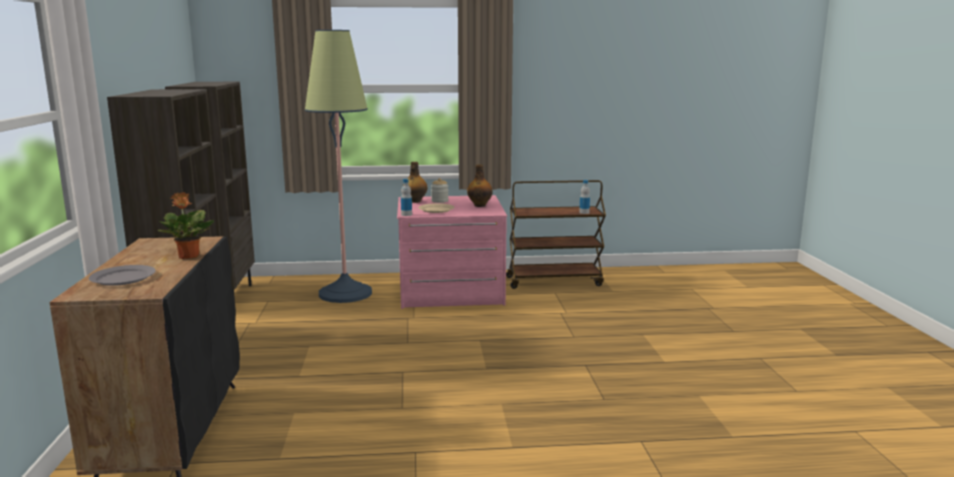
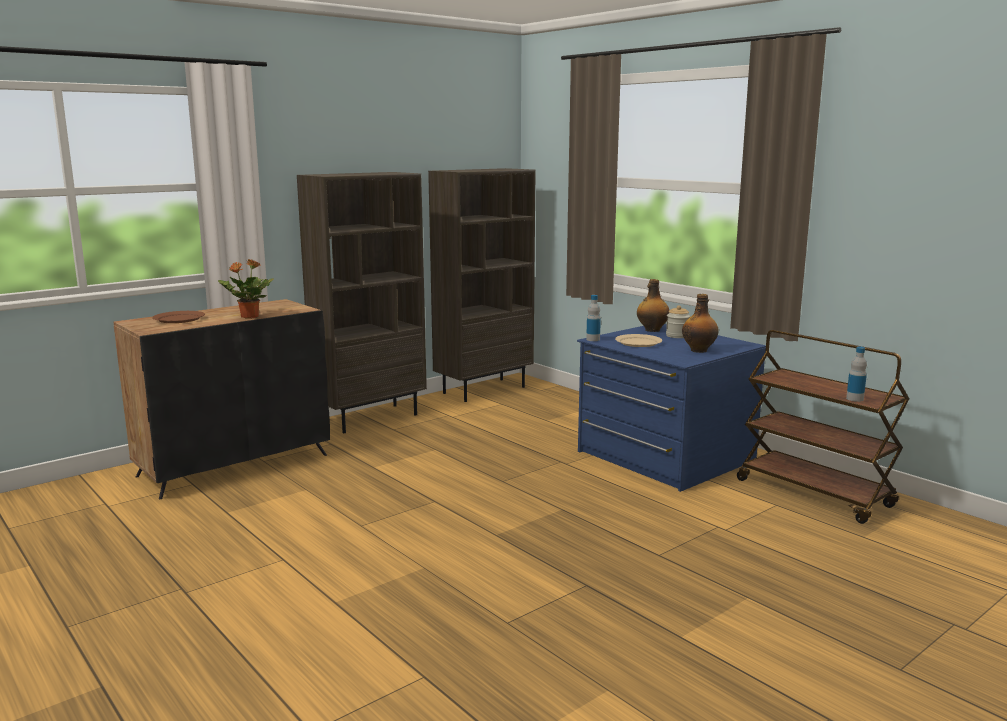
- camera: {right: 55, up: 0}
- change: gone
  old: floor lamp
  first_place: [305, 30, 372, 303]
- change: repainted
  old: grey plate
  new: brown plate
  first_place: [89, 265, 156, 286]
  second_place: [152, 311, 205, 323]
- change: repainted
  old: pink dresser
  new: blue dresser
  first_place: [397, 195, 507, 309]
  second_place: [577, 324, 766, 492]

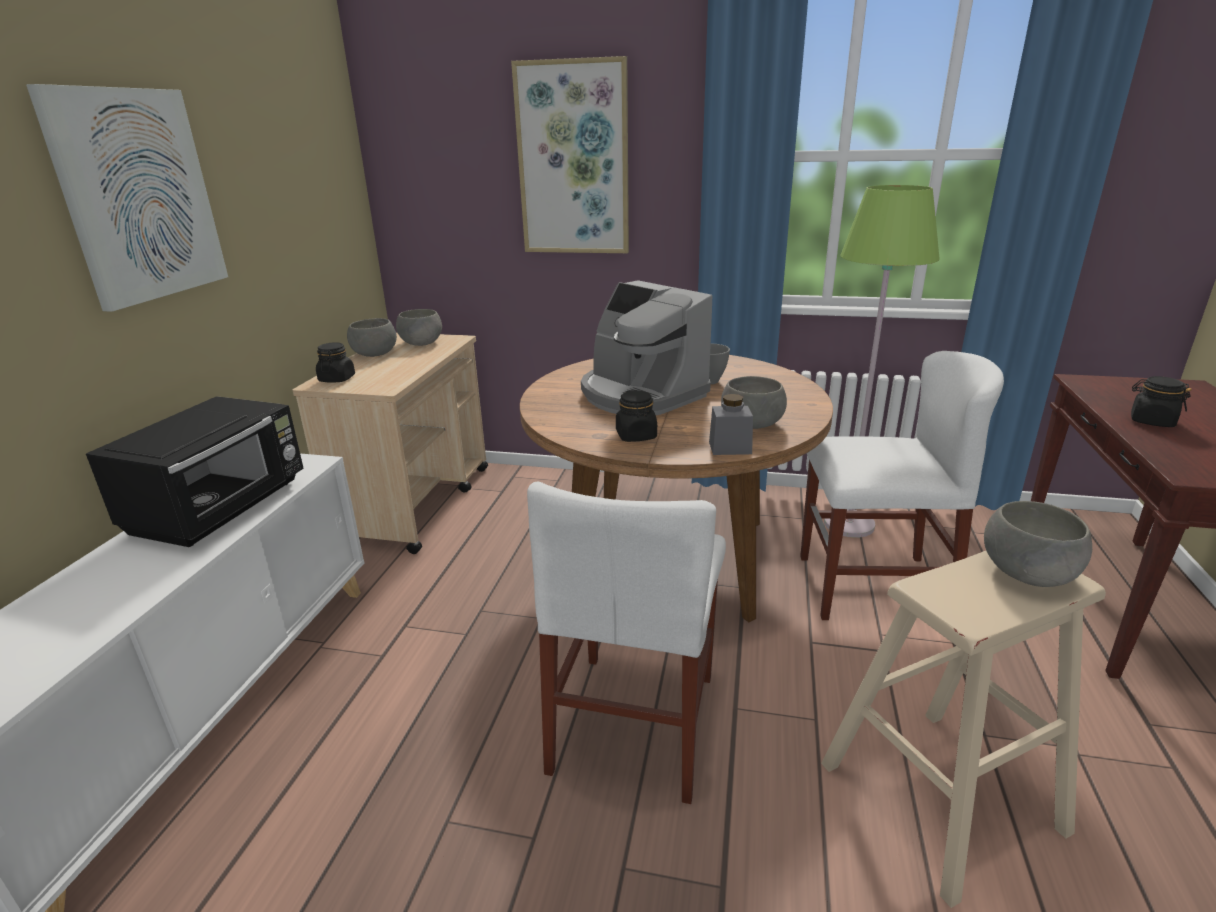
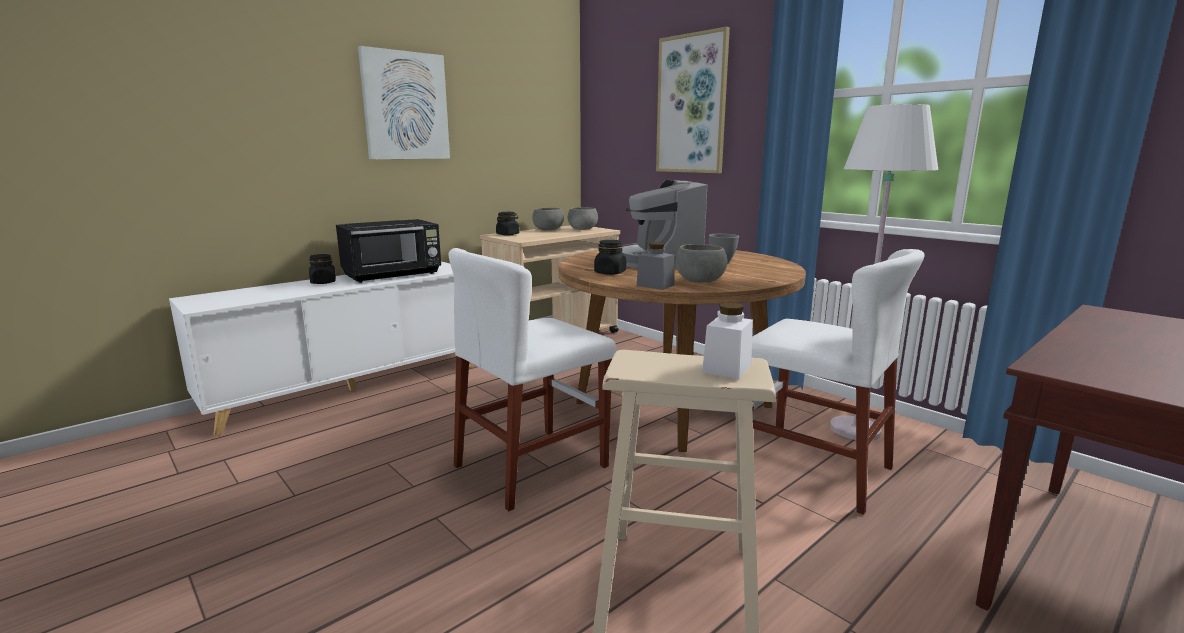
- camera: {right: 35, up: -10}
- change: shifted
  old: black jar
  first_place: [1131, 376, 1192, 427]
  second_place: [309, 254, 336, 284]
- change: swapped
  old: grey bowl
  new: white jar
  first_place: [984, 501, 1092, 587]
  second_place: [702, 302, 753, 379]
- change: repainted
  old: green floor lamp
  new: white floor lamp
  first_place: [824, 185, 940, 538]
  second_place: [830, 104, 938, 440]

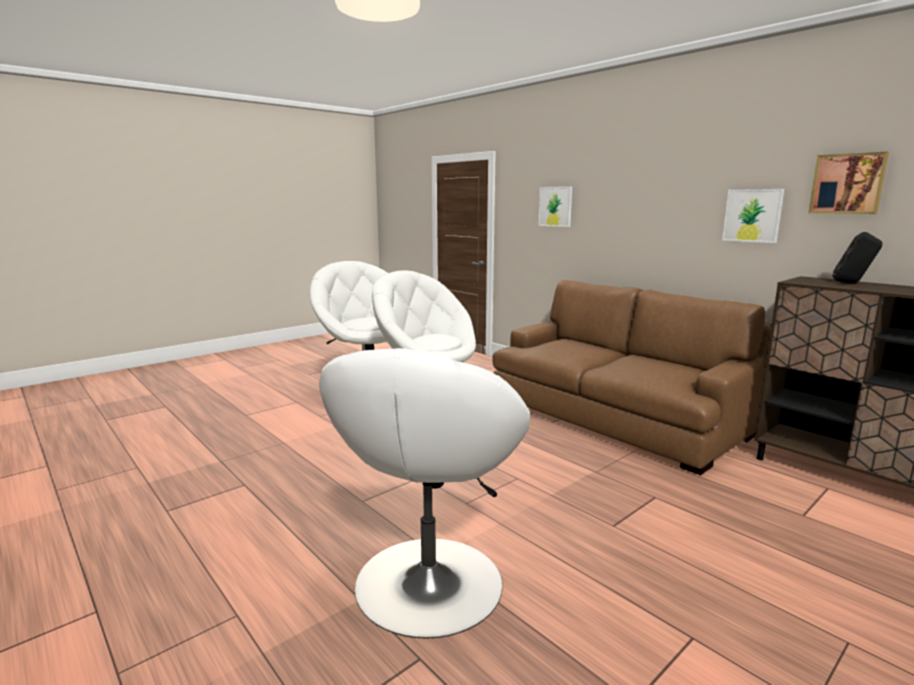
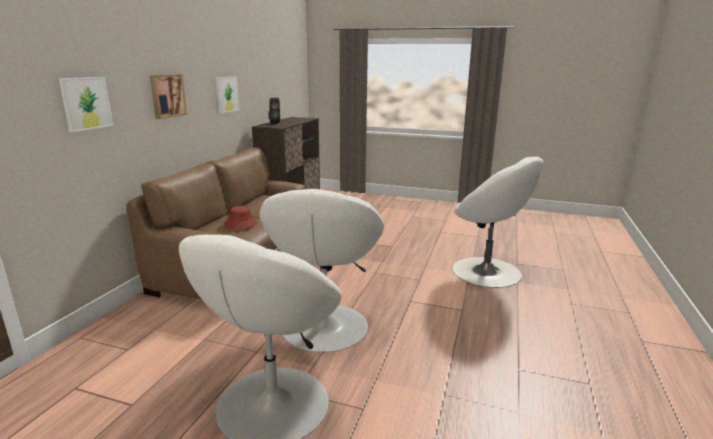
- camera: {right: -120, up: 5}
- change: new
  new: red hat
  second_place: [224, 206, 257, 229]
- change: shifted
  old: picture
  first_place: [808, 152, 889, 214]
  second_place: [149, 74, 187, 119]
- change: rotated
  old: white armchair
  first_place: [319, 348, 531, 639]
  second_place: [453, 157, 544, 288]
  degrees: 60

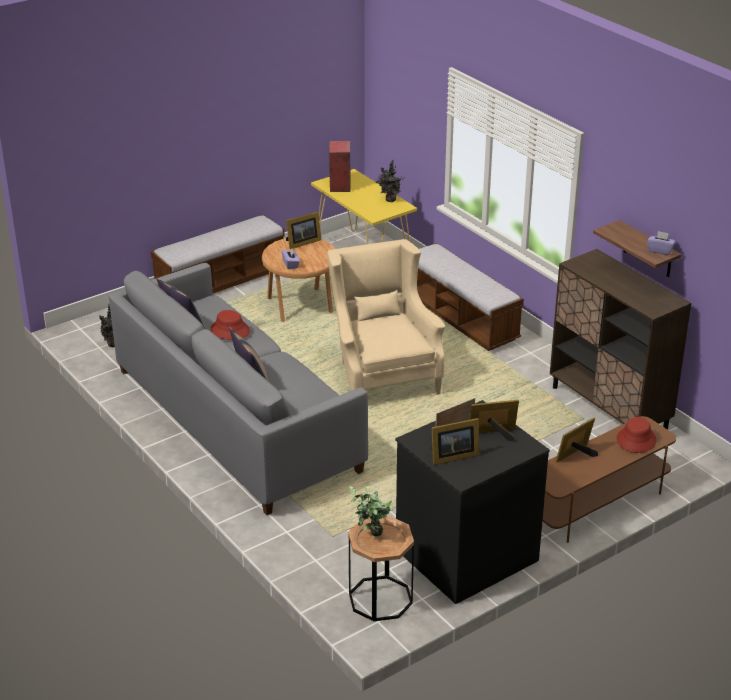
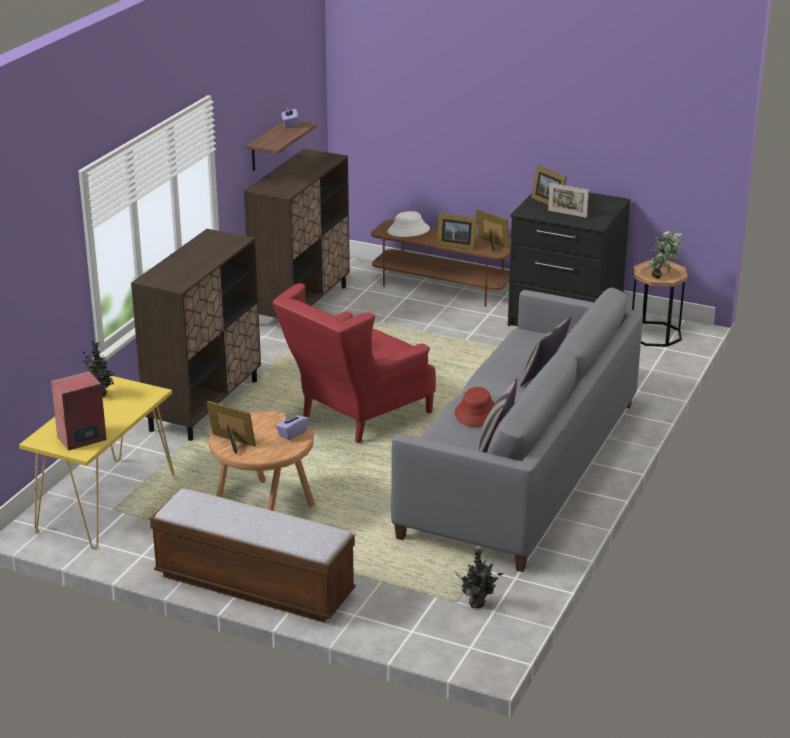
- camera: {right: -120, up: -5}
- change: shifted
  old: picture frame
  first_place: [432, 418, 479, 465]
  second_place: [476, 210, 510, 251]
- change: swapped
  old: bench
  new: brown cabinet
  first_place: [417, 243, 524, 351]
  second_place: [131, 229, 261, 441]
- change: repainted
  old: beige armchair
  new: red armchair
  first_place: [328, 239, 446, 395]
  second_place: [273, 283, 436, 443]
- change: repainted
  old: red hat
  new: white hat
  first_place: [617, 417, 657, 453]
  second_place: [388, 211, 430, 237]

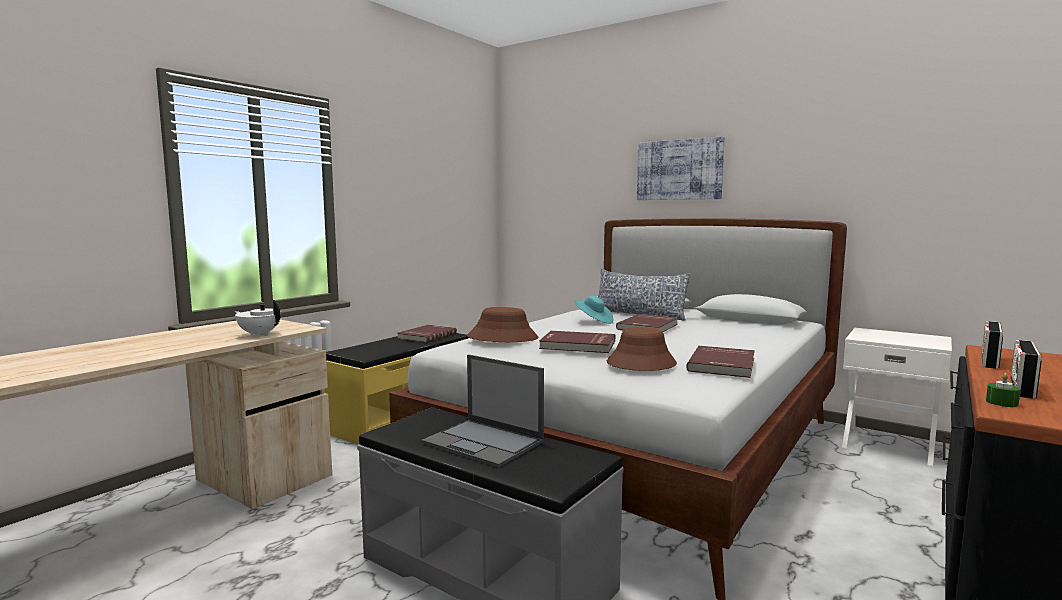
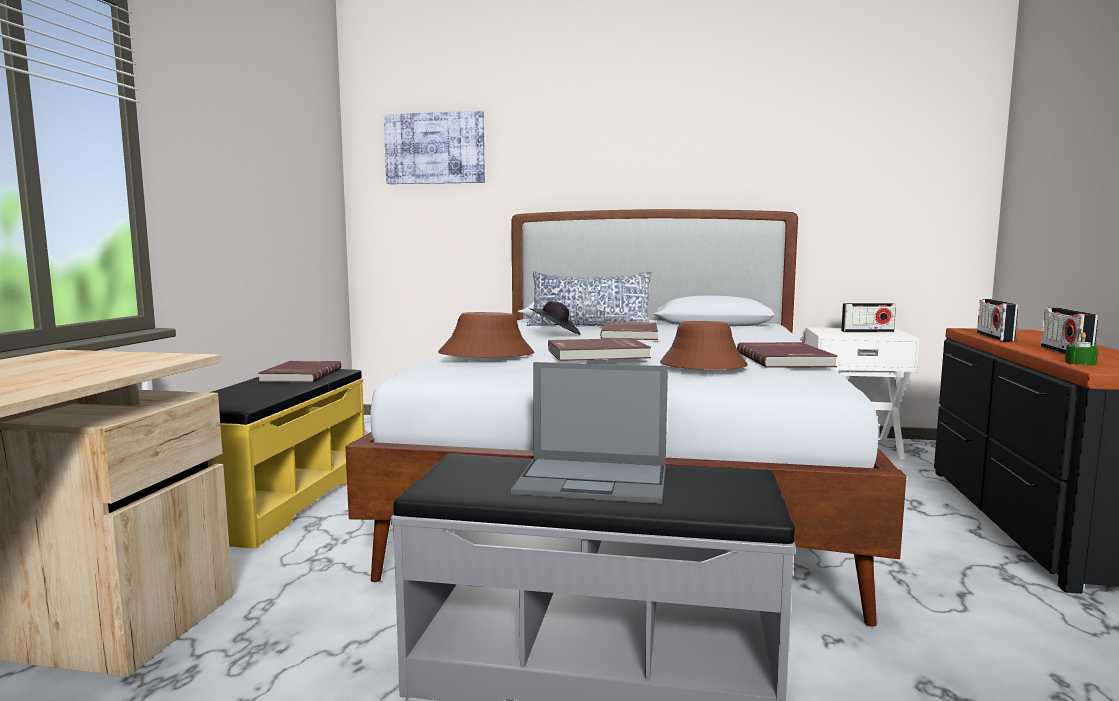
- camera: {right: -25, up: 0}
- change: gone
  old: white teapot
  first_place: [235, 300, 281, 337]
- change: new
  new: radio
  second_place: [841, 303, 896, 332]
- change: shifted
  old: picture
  first_place: [637, 137, 724, 200]
  second_place: [384, 111, 485, 184]
- change: repainted
  old: turquoise hat
  new: black hat
  first_place: [574, 296, 614, 324]
  second_place: [528, 301, 580, 335]

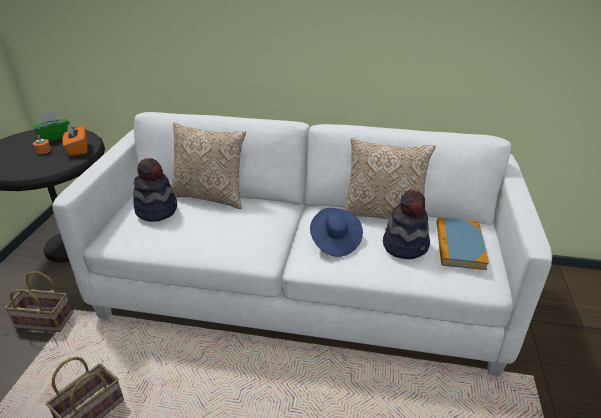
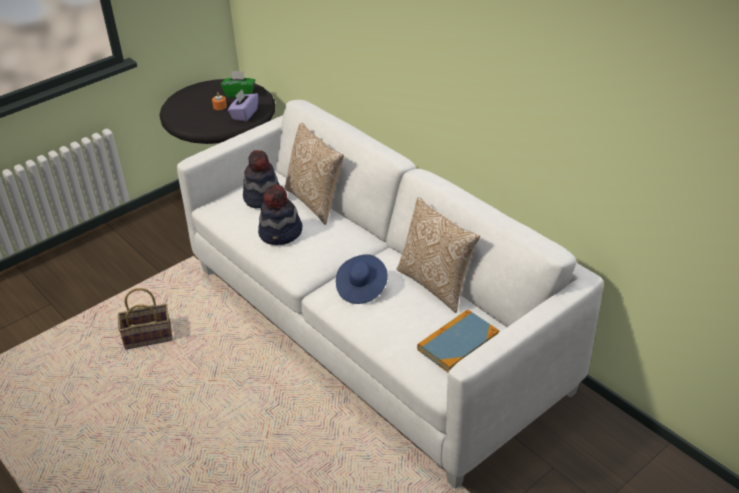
- camera: {right: 40, up: 5}
- change: gone
  old: basket
  first_place: [5, 271, 73, 332]
- change: shifted
  old: hat
  first_place: [383, 189, 430, 259]
  second_place: [258, 184, 302, 245]
- change: repainted
  old: orange tissue box
  new: purple tissue box
  first_place: [63, 123, 88, 156]
  second_place: [228, 90, 258, 122]

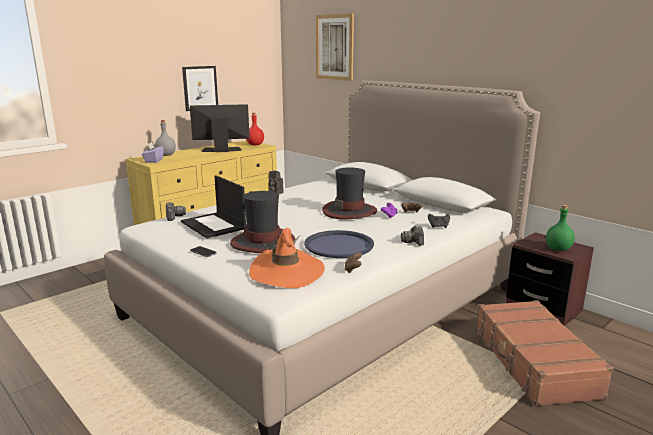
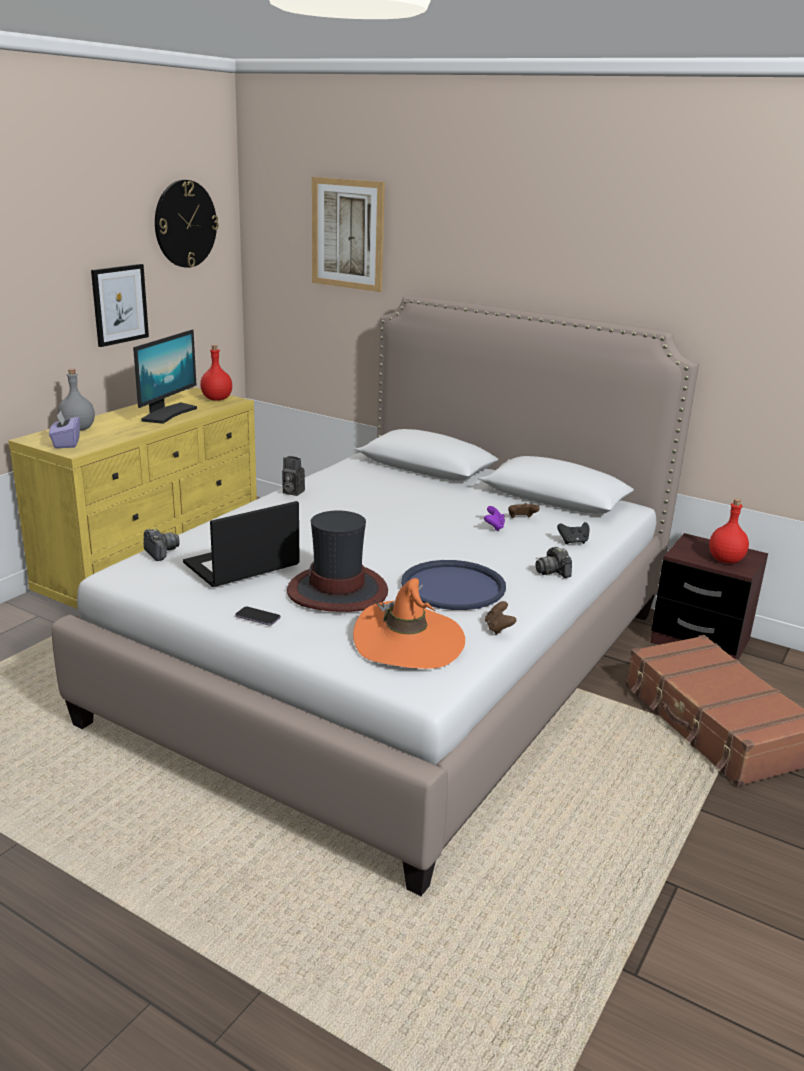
- camera: {right: -15, up: 5}
- change: gone
  old: hat
  first_place: [322, 167, 377, 219]
- change: new
  new: wall clock
  second_place: [155, 180, 219, 268]
- change: repainted
  old: green bottle
  new: red bottle
  first_place: [546, 205, 575, 251]
  second_place: [709, 499, 749, 563]
- change: rotated
  old: laptop
  first_place: [181, 175, 246, 238]
  second_place: [183, 501, 300, 587]
  degrees: 105
- change: rotated
  old: monitor
  first_place: [190, 104, 250, 152]
  second_place: [133, 329, 197, 424]
  degrees: 135

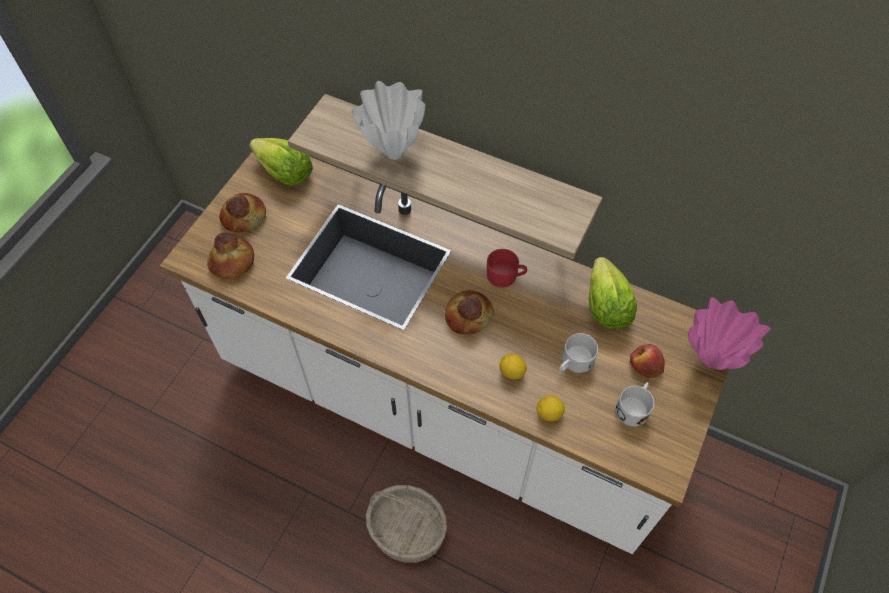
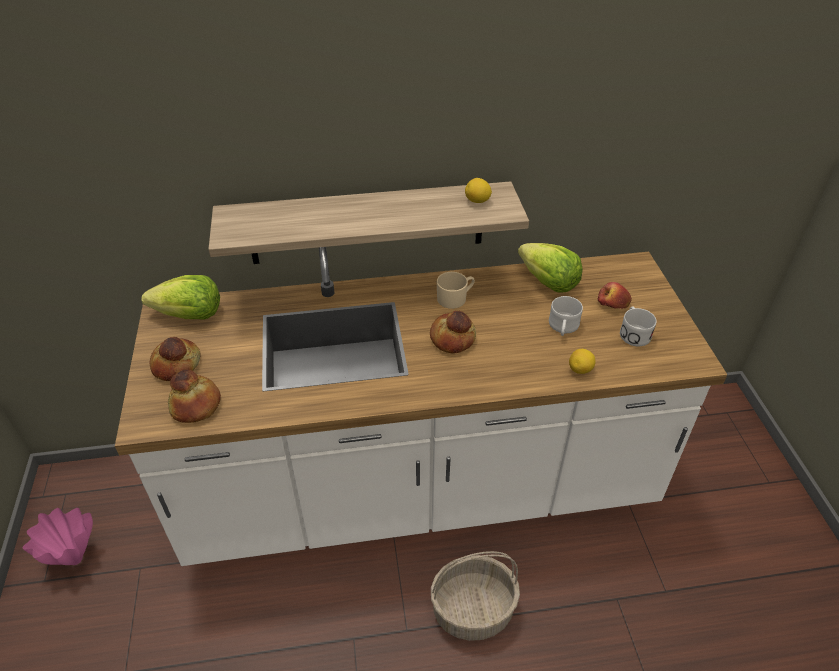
- camera: {right: -35, up: -15}
- change: gone
  old: white vase
  first_place: [352, 81, 425, 160]
- change: shifted
  old: lemon
  first_place: [499, 354, 527, 380]
  second_place: [465, 178, 492, 203]
- change: shifted
  old: pink vase
  first_place: [688, 297, 771, 370]
  second_place: [23, 508, 93, 565]
- change: repainted
  old: red mug
  new: beige mug
  first_place: [487, 249, 527, 288]
  second_place: [437, 272, 475, 309]

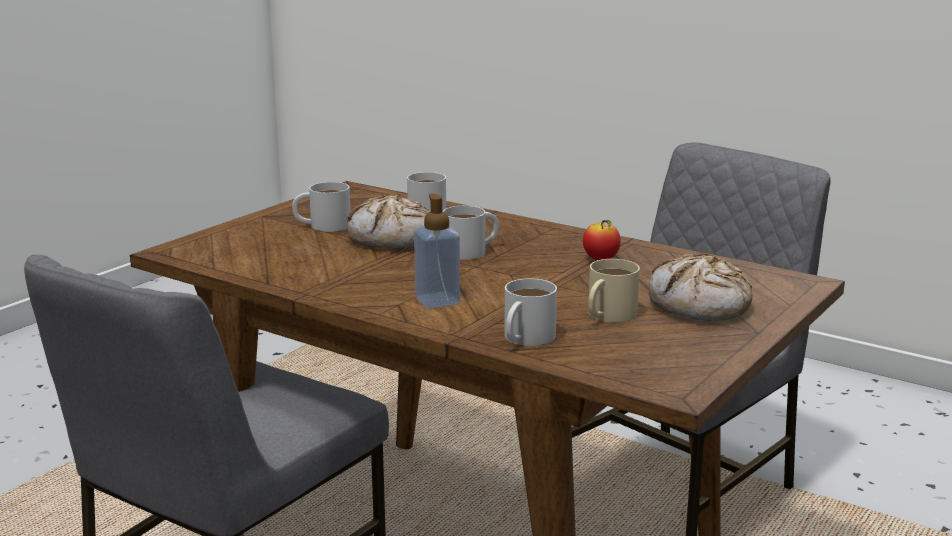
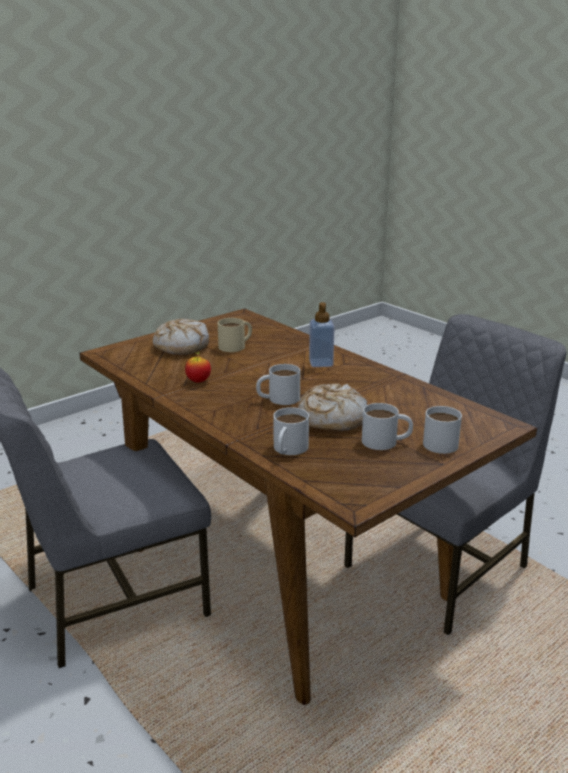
- camera: {right: -165, up: 5}
- change: shifted
  old: white mug
  first_place: [504, 278, 557, 346]
  second_place: [423, 406, 462, 454]

